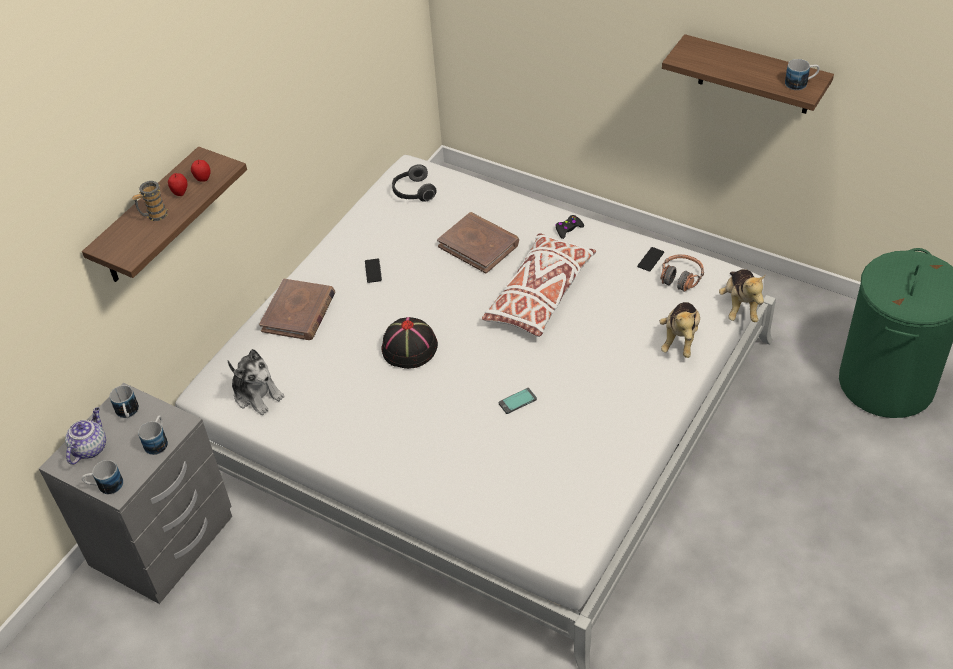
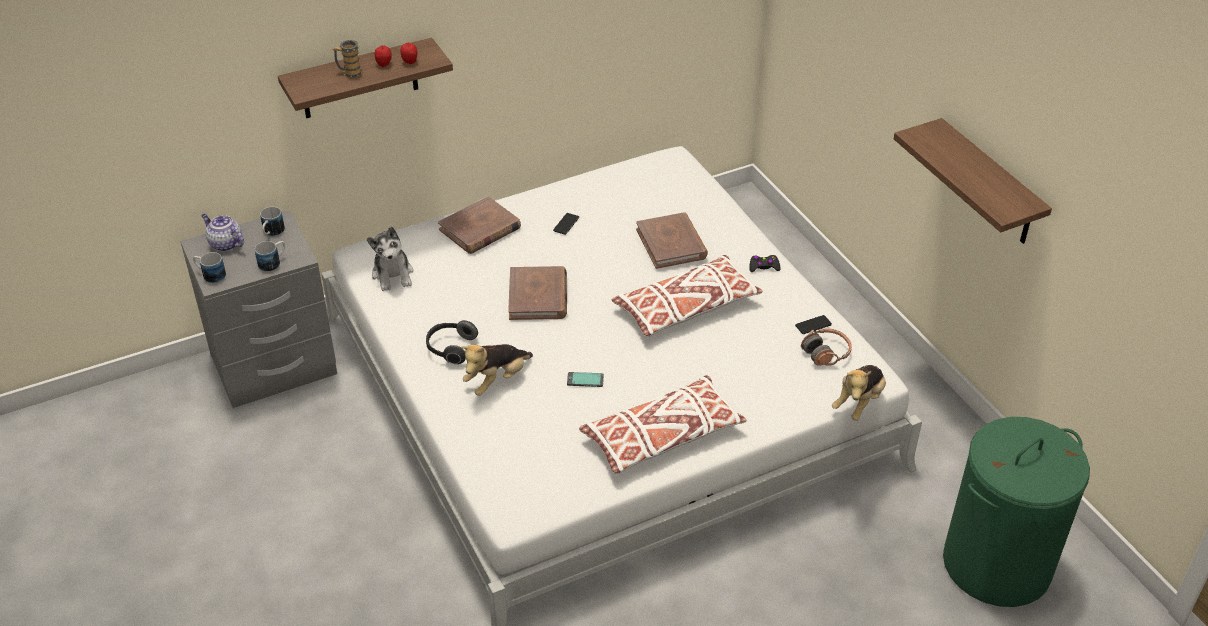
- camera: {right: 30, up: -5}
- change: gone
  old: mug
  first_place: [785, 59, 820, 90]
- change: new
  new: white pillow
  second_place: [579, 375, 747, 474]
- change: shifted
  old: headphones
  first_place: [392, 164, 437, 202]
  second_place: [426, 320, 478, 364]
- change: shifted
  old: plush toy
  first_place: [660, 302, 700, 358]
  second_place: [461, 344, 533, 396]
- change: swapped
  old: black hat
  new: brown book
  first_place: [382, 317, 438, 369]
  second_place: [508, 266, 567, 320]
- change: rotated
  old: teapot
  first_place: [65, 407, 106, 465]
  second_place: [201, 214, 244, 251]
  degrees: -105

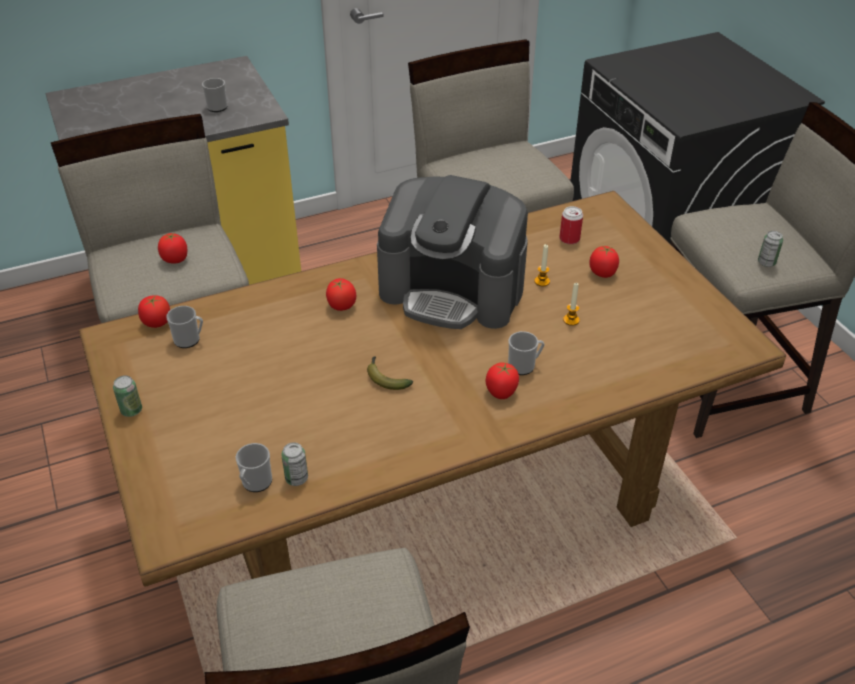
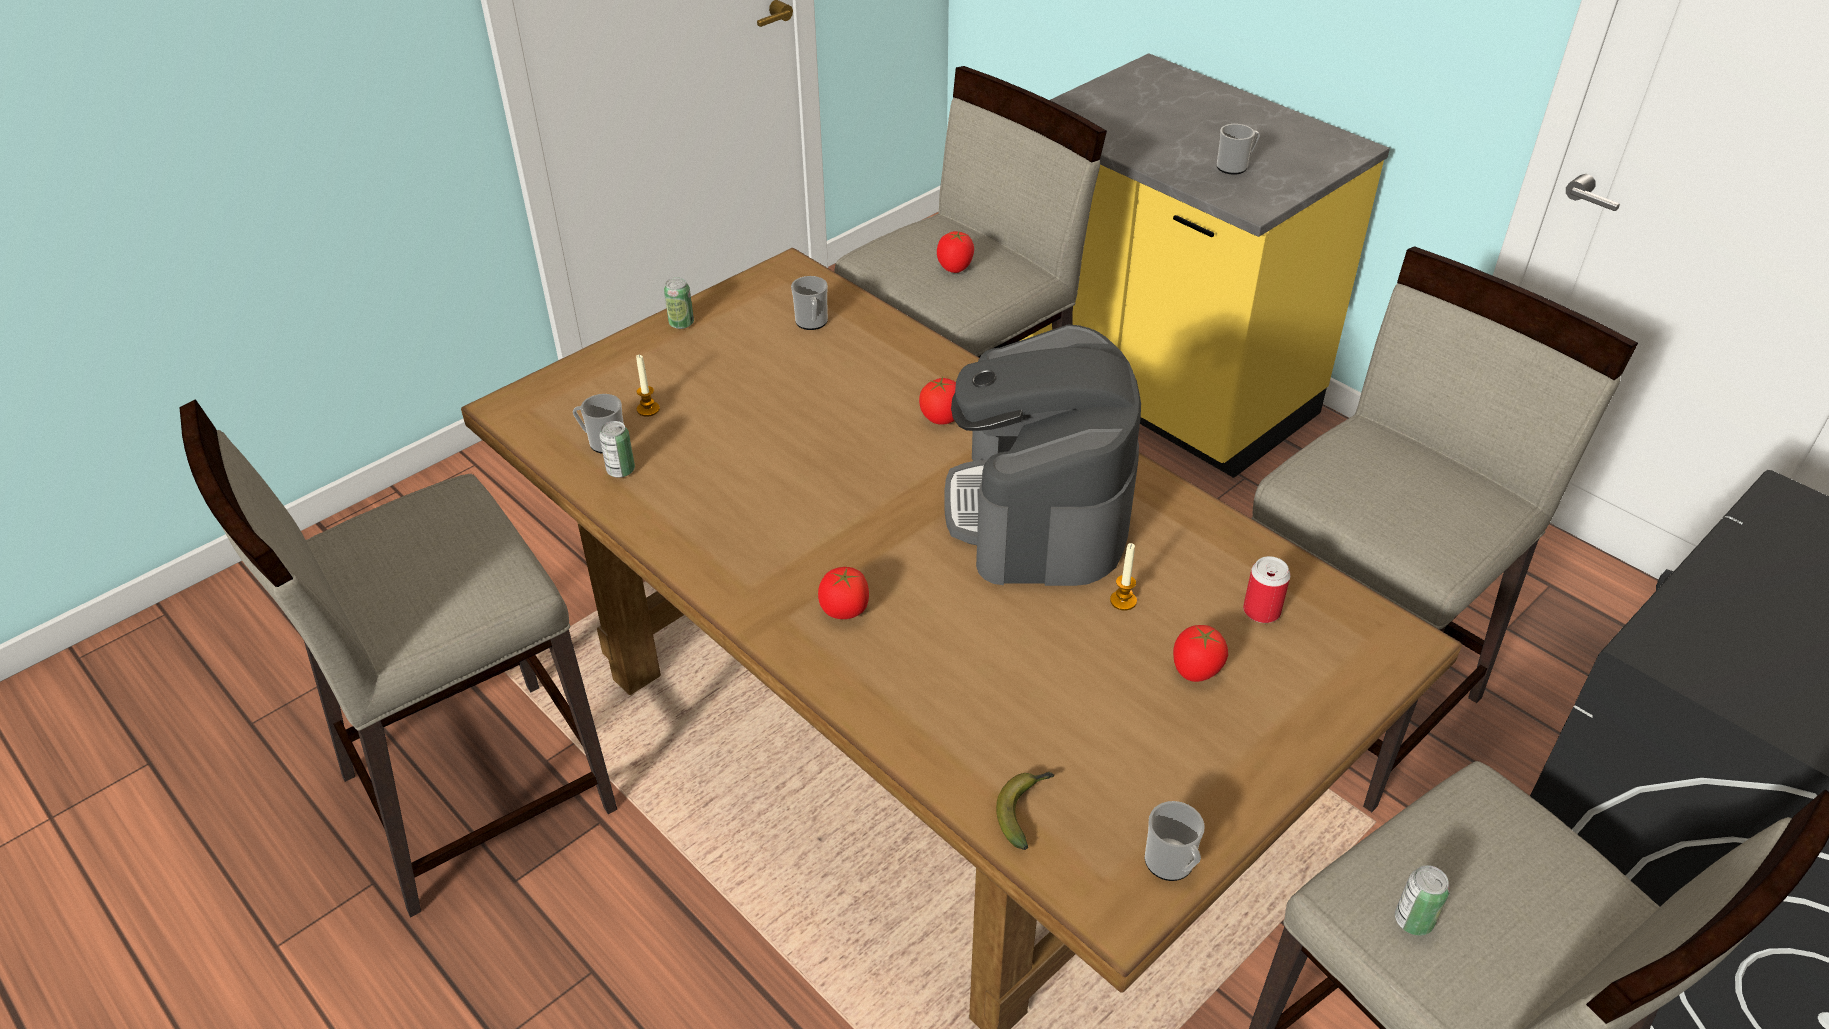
- camera: {right: 70, up: 0}
- change: gone
  old: tomato
  first_place: [138, 295, 170, 328]
- change: shifted
  old: banana
  first_place: [367, 356, 413, 390]
  second_place: [996, 772, 1054, 850]
- change: shifted
  old: mug
  first_place: [508, 331, 545, 375]
  second_place: [1145, 801, 1205, 881]
- change: shifted
  old: candle
  first_place: [563, 282, 580, 326]
  second_place: [636, 355, 660, 417]

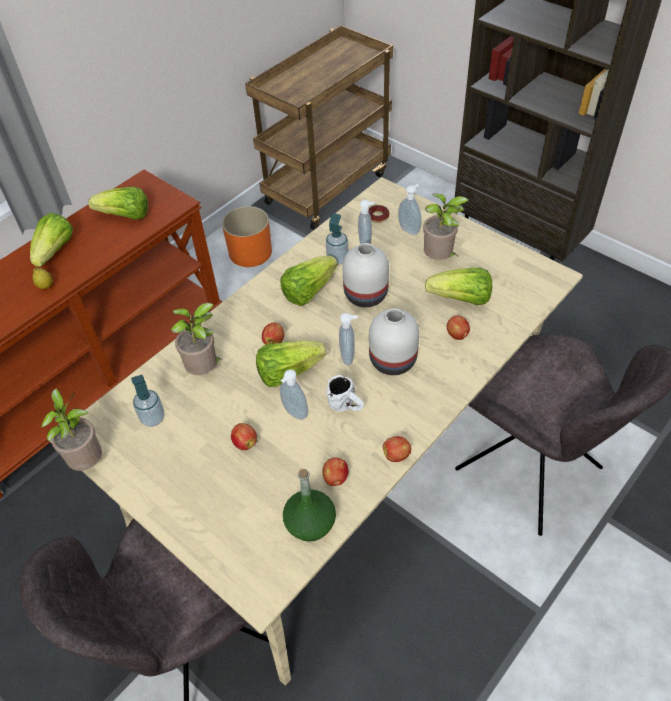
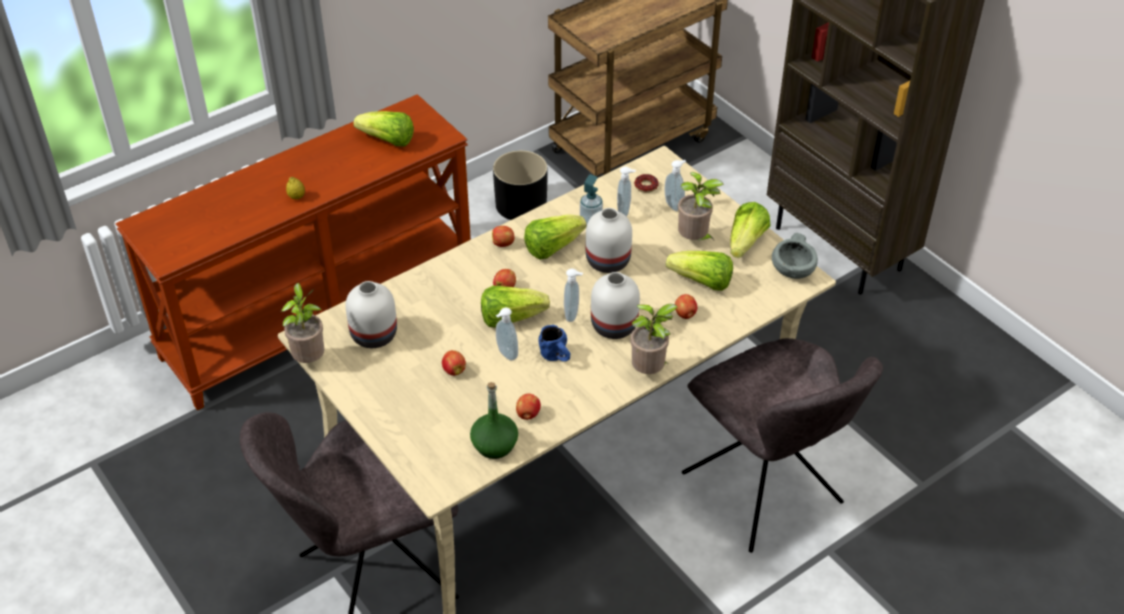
- camera: {right: 10, up: -5}
- change: new
  new: grey bowl
  second_place: [772, 233, 818, 279]
- change: shifted
  old: lettuce
  first_place: [30, 213, 73, 267]
  second_place: [730, 202, 770, 258]
- change: shifted
  old: potted plant
  first_place: [171, 303, 223, 375]
  second_place: [630, 304, 678, 374]
- change: shifted
  old: apple
  first_place: [383, 436, 411, 462]
  second_place: [492, 226, 515, 247]
- change: swapped
  old: soap dispenser
  new: white vase
  first_place: [131, 375, 165, 427]
  second_place: [345, 281, 397, 348]
- change: repainted
  old: orange planter
  new: black planter
  first_place: [222, 206, 272, 267]
  second_place: [493, 150, 547, 220]
- change: repainted
  old: white mug
  new: blue mug
  first_place: [326, 375, 364, 412]
  second_place: [539, 325, 571, 362]

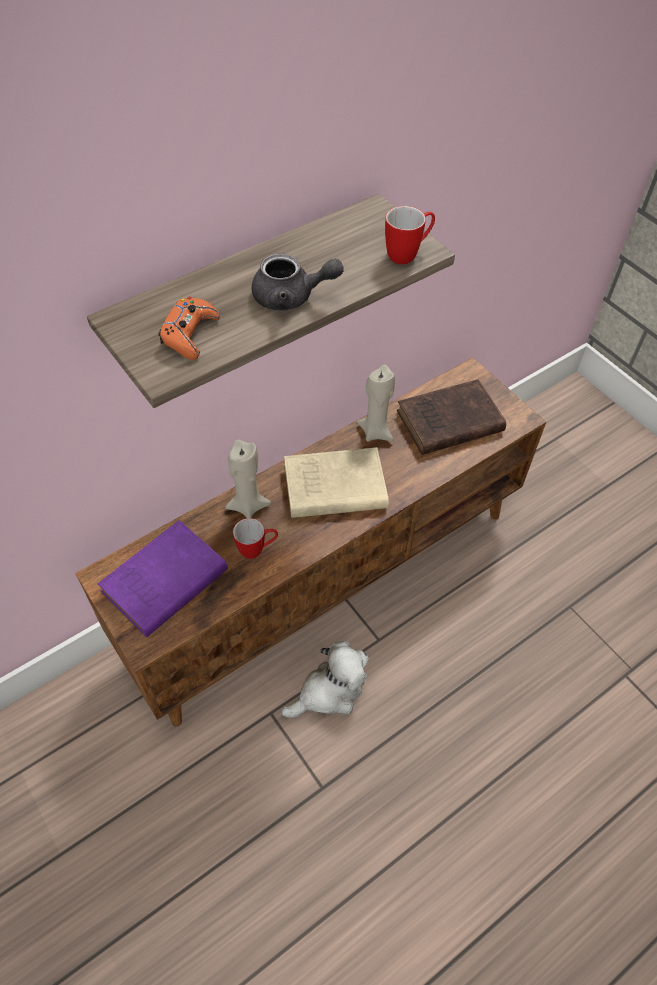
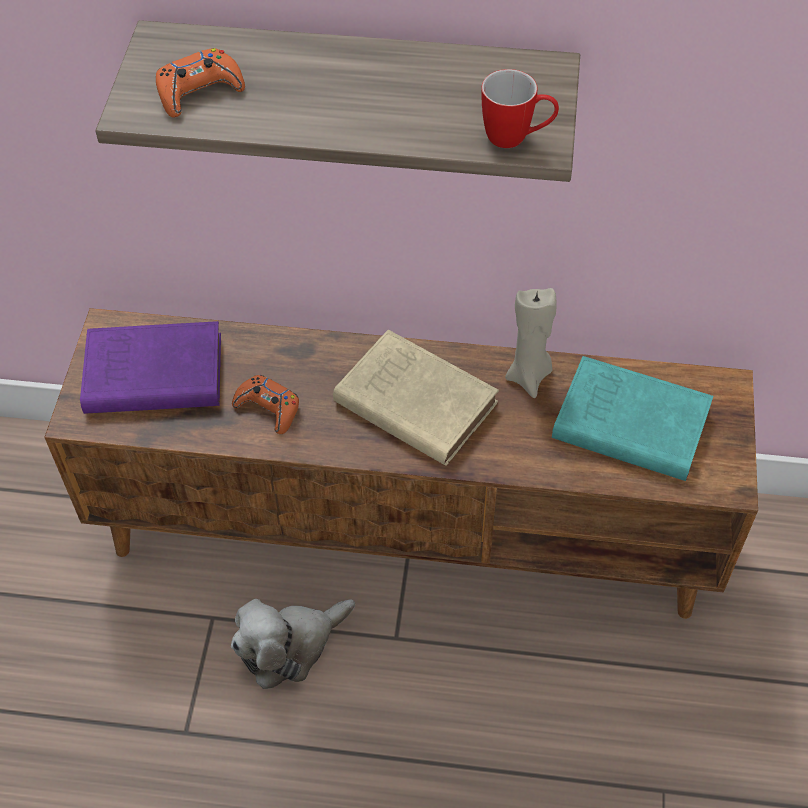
- camera: {right: 45, up: 0}
- change: gone
  old: beige candle
  first_place: [225, 440, 271, 518]
- change: gone
  old: grey teapot
  first_place: [252, 254, 344, 311]
- change: swapped
  old: mug
  new: orange game controller
  first_place: [233, 518, 278, 559]
  second_place: [232, 375, 299, 434]
- change: repainted
  old: brown book
  new: turquoise book
  first_place: [397, 379, 506, 455]
  second_place: [552, 356, 713, 481]
- change: rotated
  old: plush toy
  first_place: [281, 641, 369, 718]
  second_place: [231, 599, 355, 689]
  degrees: 135

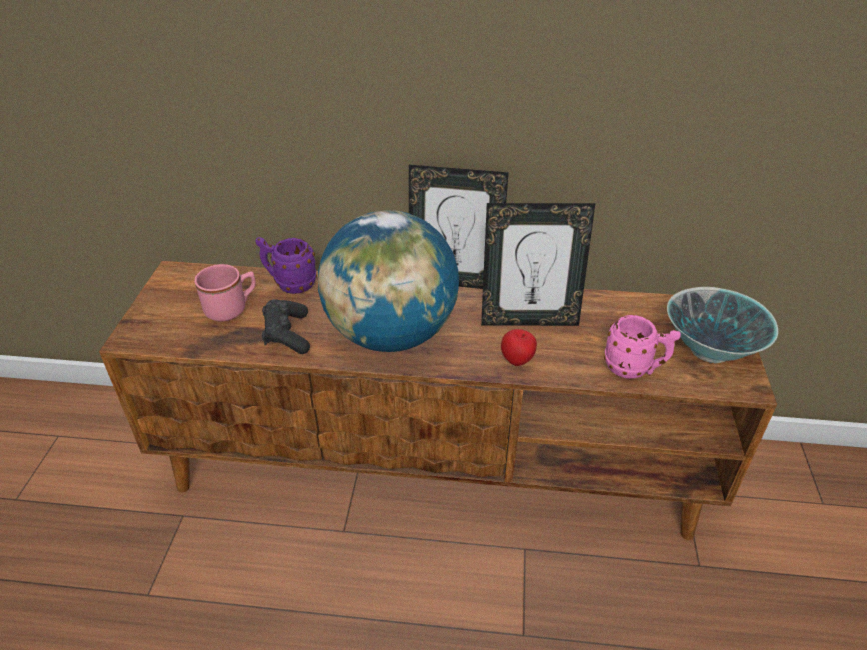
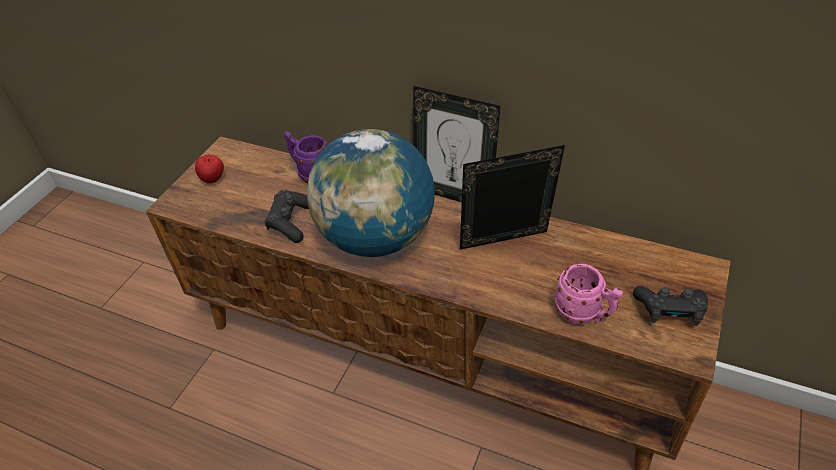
- camera: {right: 20, up: 5}
- change: gone
  old: pink mug
  first_place: [194, 264, 256, 322]
- change: shifted
  old: apple
  first_place: [501, 329, 537, 366]
  second_place: [195, 155, 224, 184]
- change: swapped
  old: bowl
  new: black game controller
  first_place: [667, 287, 778, 363]
  second_place: [633, 286, 708, 326]
- change: rotated
  old: picture frame
  first_place: [481, 203, 595, 326]
  second_place: [460, 145, 565, 250]
  degrees: 150

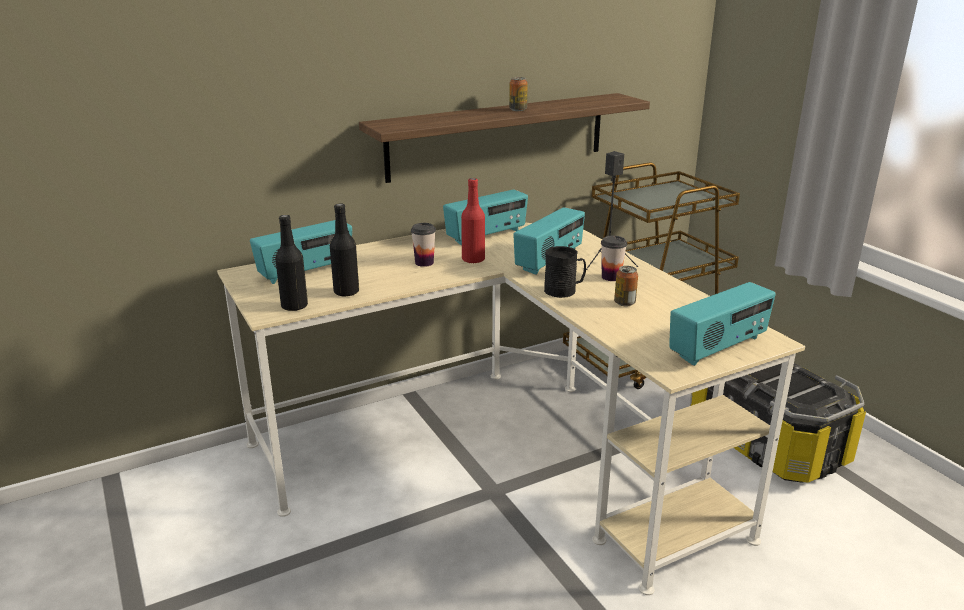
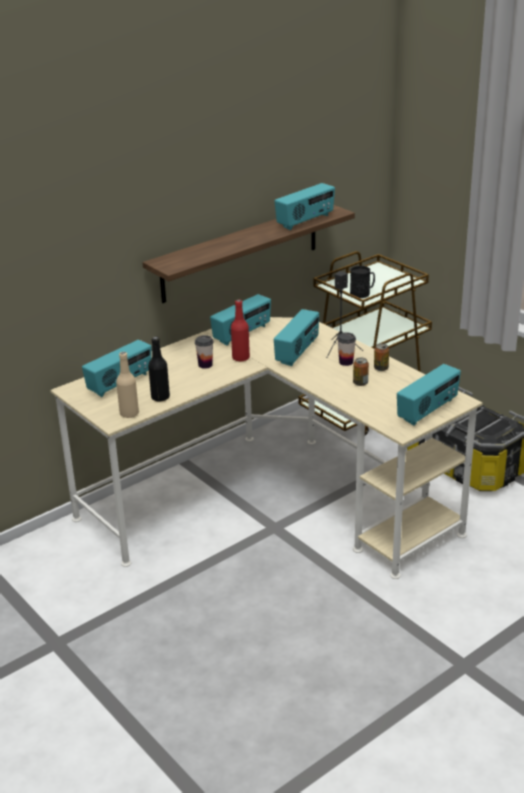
- camera: {right: -10, up: 5}
- change: new
  new: radio
  second_place: [275, 183, 335, 230]
- change: shifted
  old: can
  first_place: [509, 77, 528, 111]
  second_place: [374, 343, 389, 371]
- change: shifted
  old: black mug
  first_place: [544, 246, 586, 298]
  second_place: [350, 266, 375, 298]
- change: repainted
  old: black bottle
  new: beige bottle
  first_place: [275, 215, 308, 311]
  second_place: [116, 352, 139, 418]

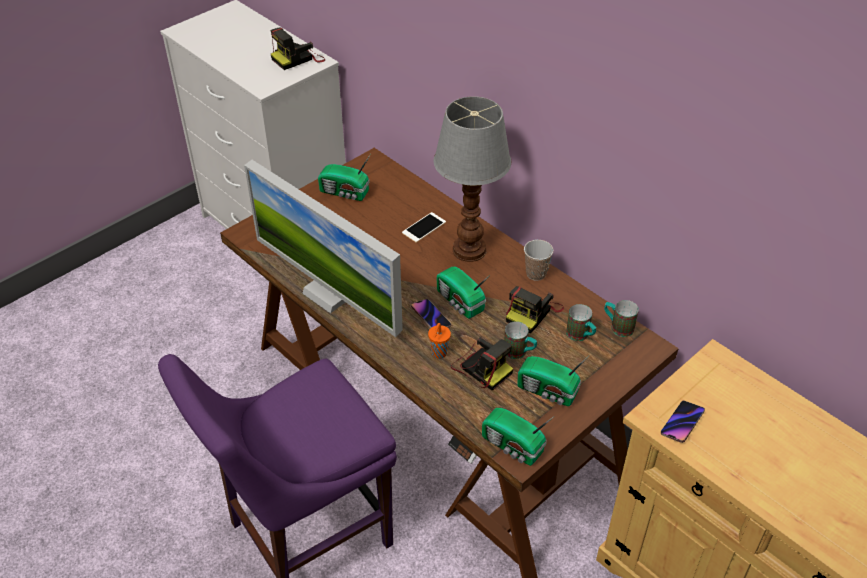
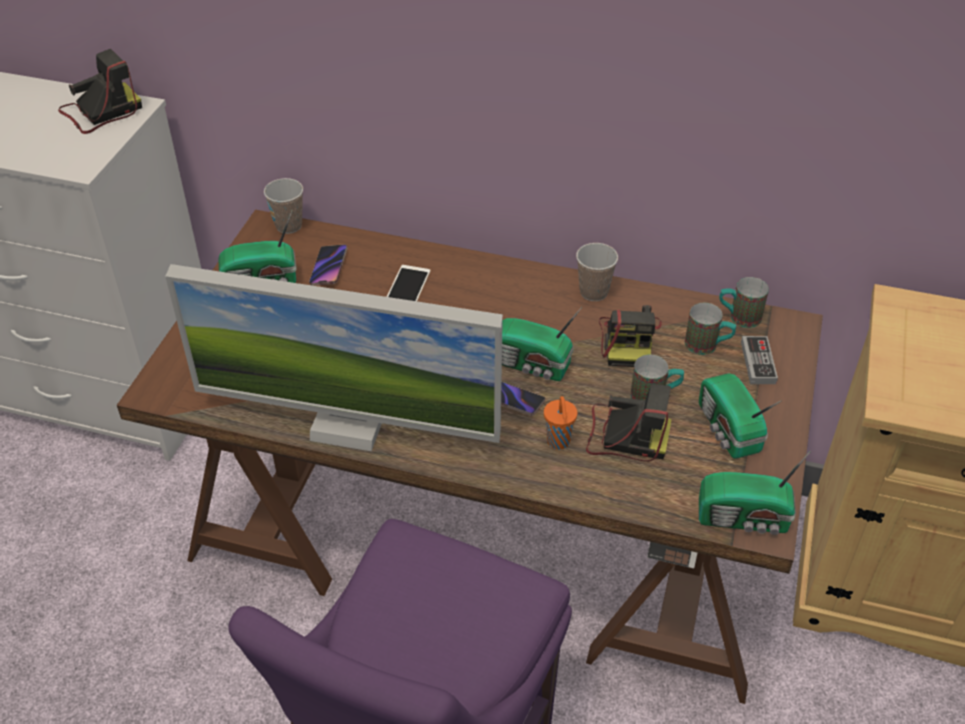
- camera: {right: -30, up: 0}
- change: gone
  old: table lamp
  first_place: [433, 96, 511, 262]
- change: new
  new: cup
  second_place: [264, 178, 303, 234]
- change: new
  new: game controller
  second_place: [741, 336, 778, 384]
- change: shifted
  old: phone
  first_place: [661, 400, 705, 443]
  second_place: [309, 244, 347, 286]
- change: rotated
  old: photo camera
  first_place: [271, 28, 326, 70]
  second_place: [58, 49, 142, 134]
  degrees: -150
- change: rotated
  old: radio
  first_place: [517, 355, 590, 406]
  second_place: [699, 373, 782, 459]
  degrees: 75

